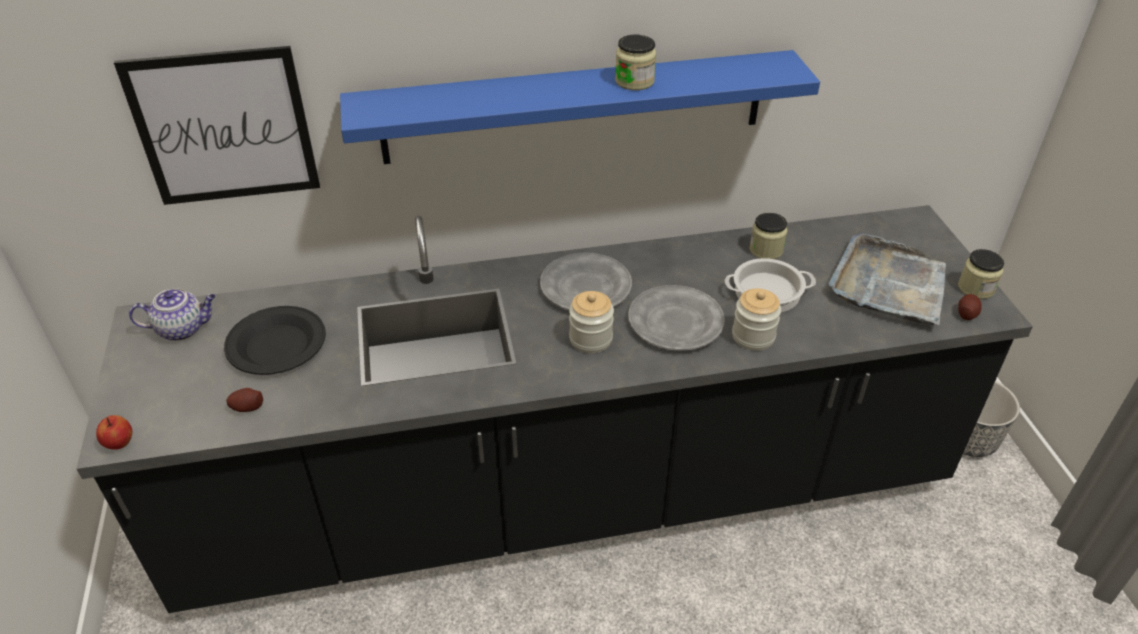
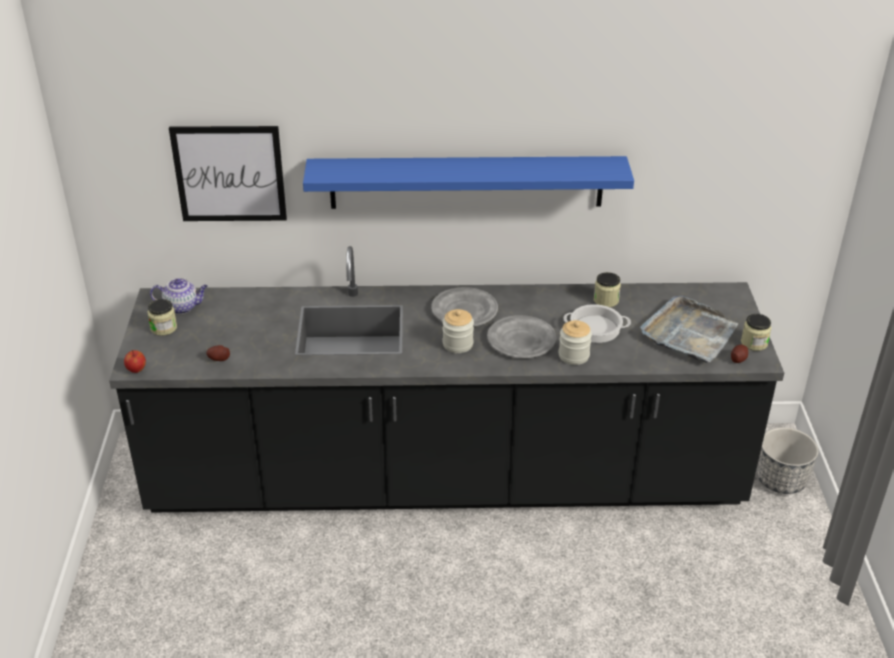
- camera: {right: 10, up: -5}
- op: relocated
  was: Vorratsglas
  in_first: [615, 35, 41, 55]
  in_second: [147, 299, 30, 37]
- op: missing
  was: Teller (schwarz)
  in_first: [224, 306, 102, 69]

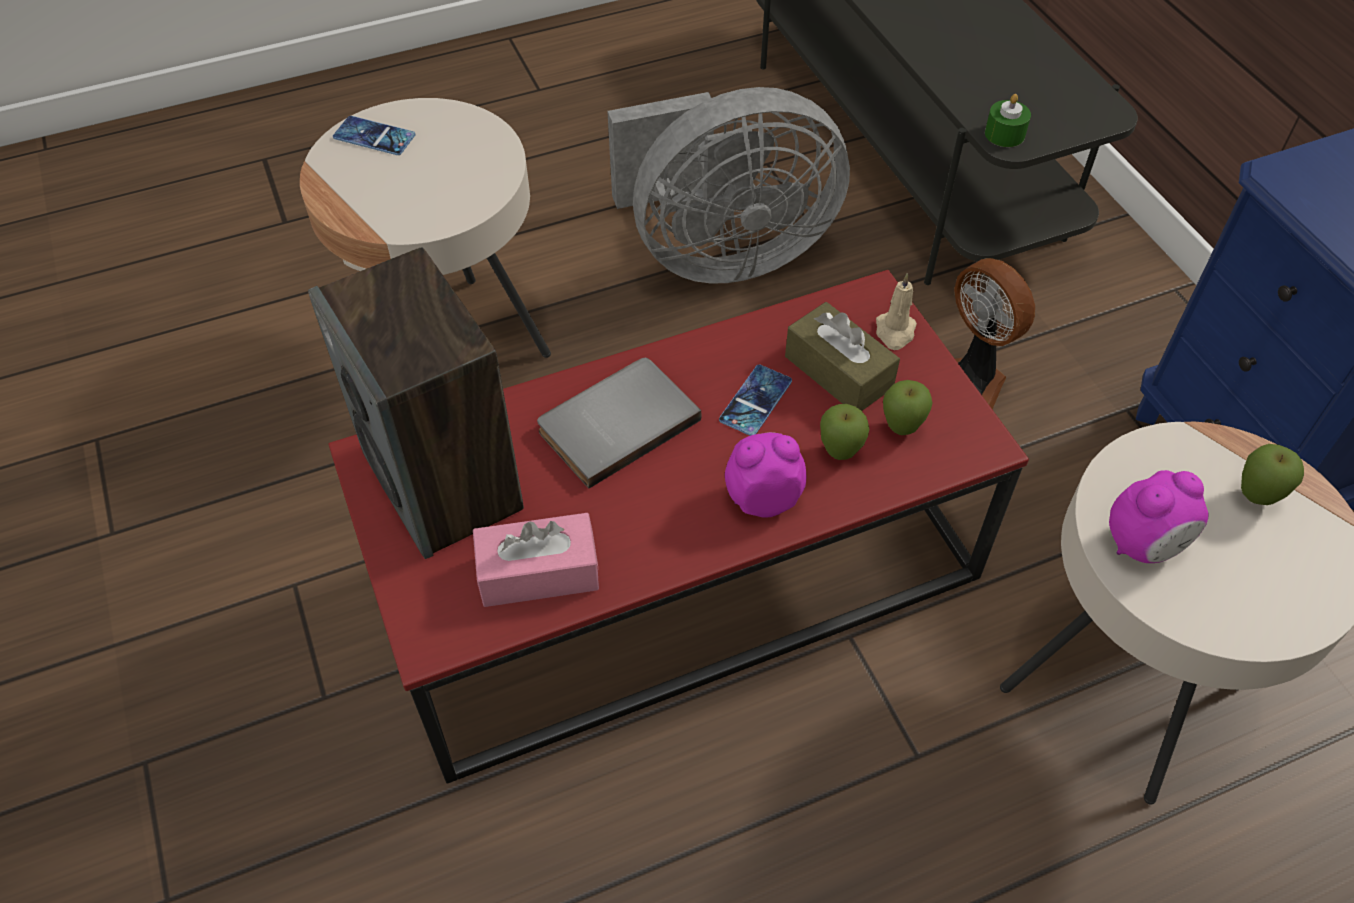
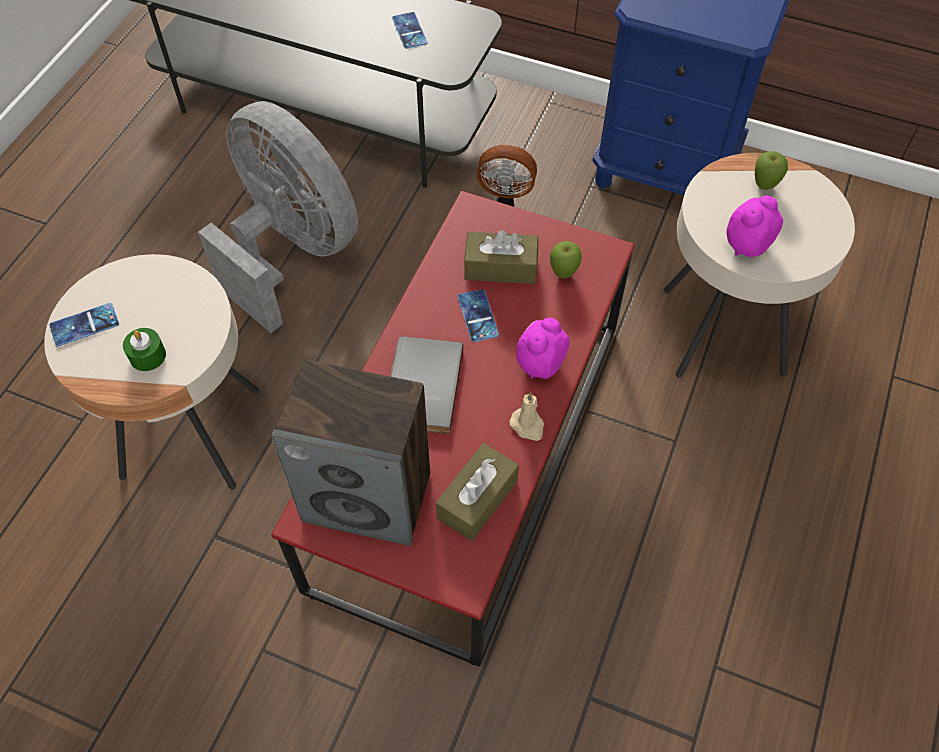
- camera: {right: -45, up: 5}
- op: spun
  was: Ventilator (grau)
  in_first: [607, 87, 243, 196]
  in_second: [198, 101, 160, 232]
  clockwise: -75
- op: relocated
  was: Kerze (grün)
  in_first: [985, 94, 46, 53]
  in_second: [123, 328, 43, 43]
- op: relocated
  was: Kerze (beige)
  in_first: [876, 273, 41, 77]
  in_second: [509, 392, 35, 49]
- op: missing
  was: Apfel
  in_first: [820, 404, 49, 56]
- op: spun
  was: Wecker
  in_first: [1109, 470, 100, 93]
  in_second: [726, 196, 57, 61]
  clockwise: -150
- op: colour
  was: Taschentuchbox (rosa)
  now: Taschentuchbox (braun)
  in_first: [473, 513, 126, 94]
  in_second: [436, 443, 83, 98]
- op: appeared
  now: Handy
  in_second: [392, 12, 35, 37]

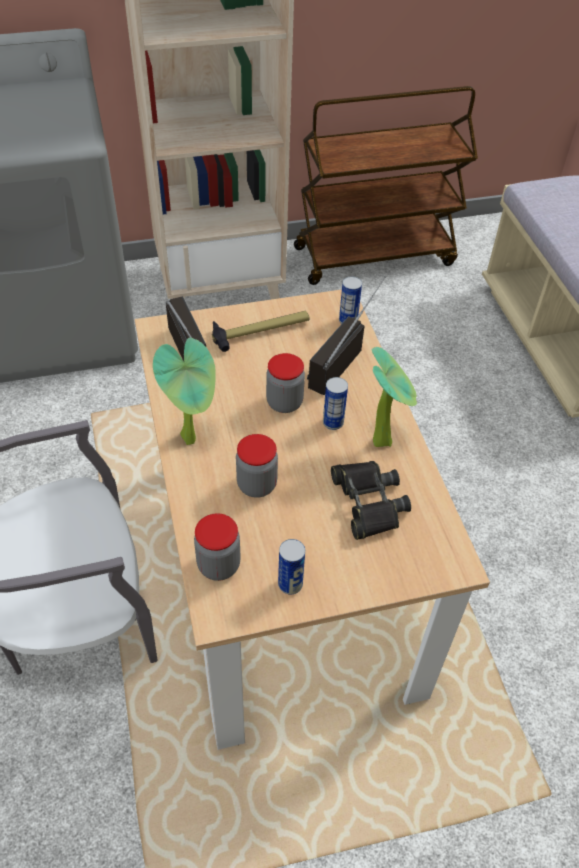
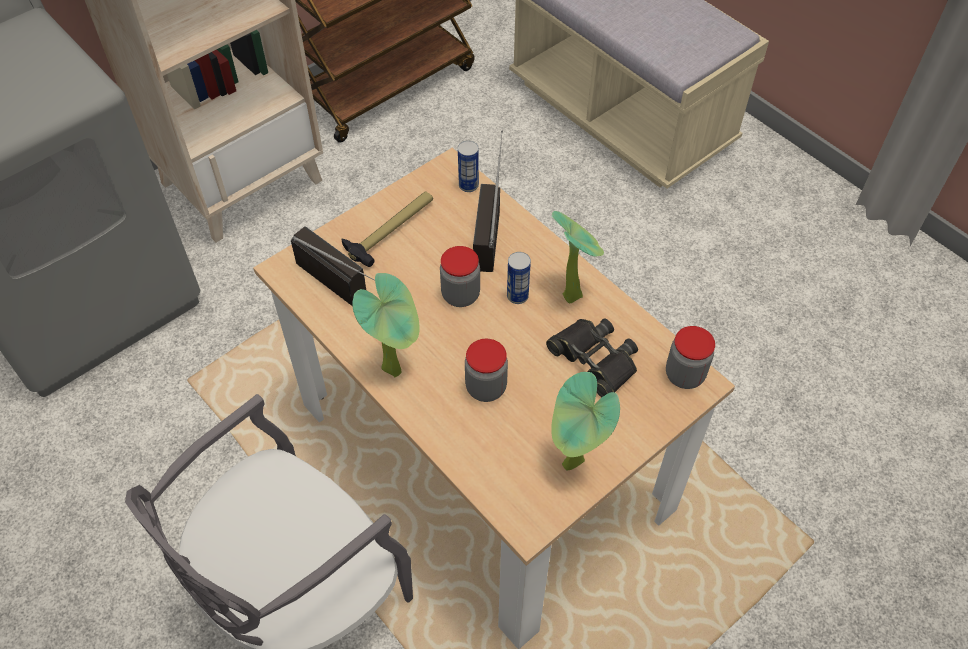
- camera: {right: -25, up: 5}
- op: relocated
  was: Vorratsglas
  in_first: [194, 513, 47, 68]
  in_second: [666, 326, 49, 63]
- op: exchanged
  was: Dose
  now: Topfpflanze
  in_first: [278, 539, 27, 56]
  in_second: [551, 372, 69, 99]

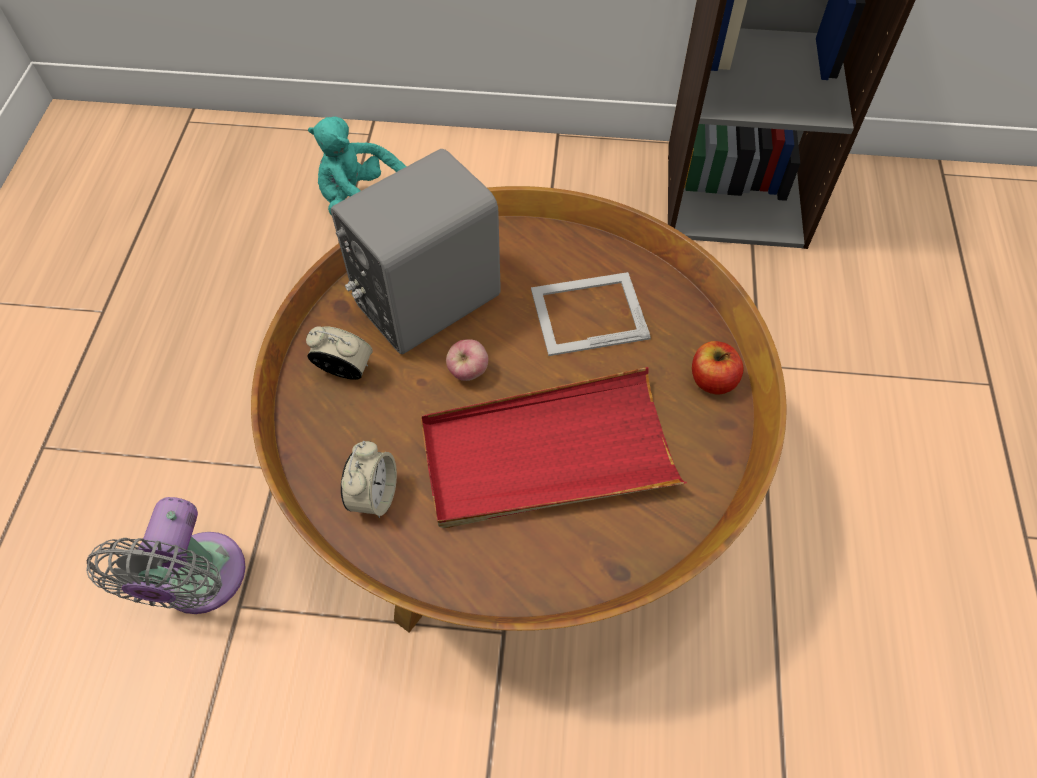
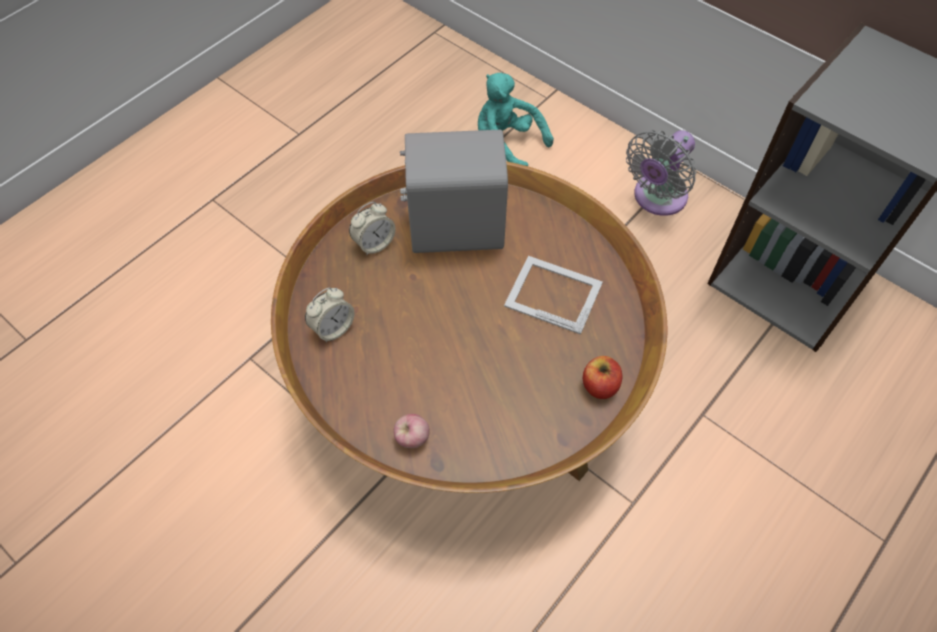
- camera: {right: 35, up: 0}
- op: spun
  was: Wecker
  in_first: [306, 326, 67, 54]
  in_second: [349, 202, 46, 54]
  clockwise: 90
- op: relocated
  was: Apfel
  in_first: [446, 339, 42, 42]
  in_second: [394, 414, 36, 34]
- op: missing
  was: Tablett (rot)
  in_first: [421, 367, 266, 161]
- op: relocated
  was: Ventilator (grau)
  in_first: [86, 497, 159, 117]
  in_second: [626, 130, 71, 86]

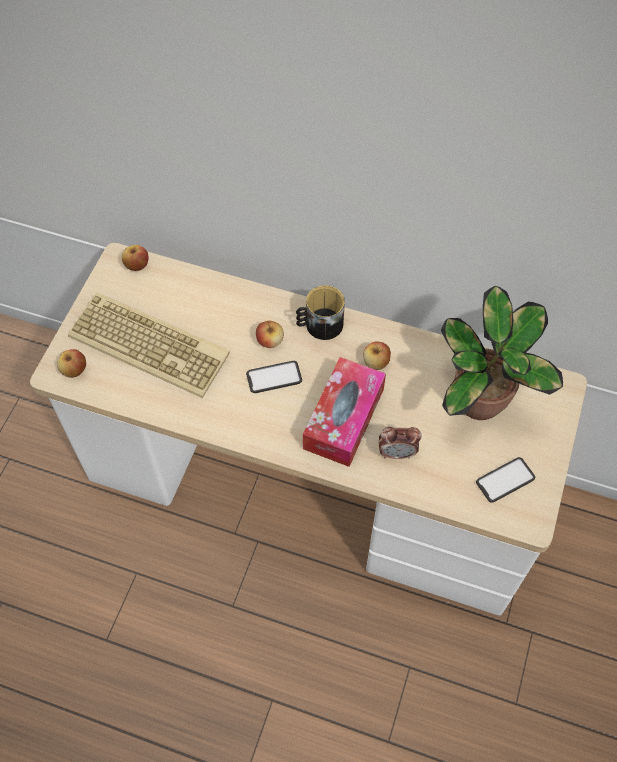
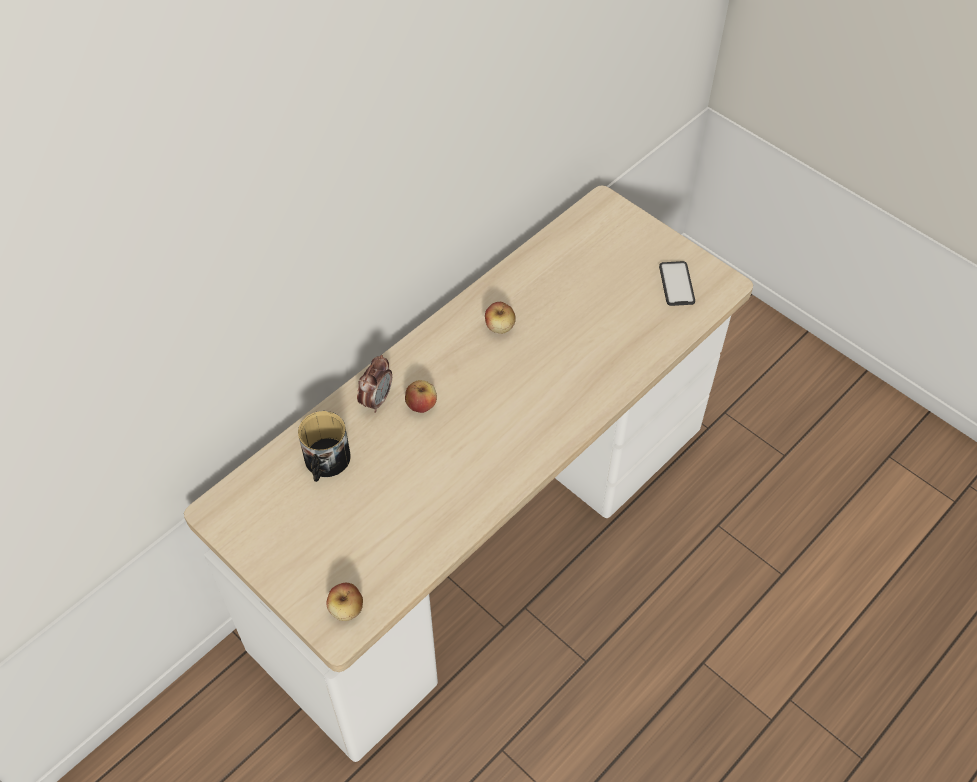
- camera: {right: -65, up: -5}
- op: missing
  was: Apfel
  in_first: [122, 245, 27, 26]
- op: relocated
  was: Henkelbecher
  in_first: [296, 285, 49, 55]
  in_second: [298, 411, 53, 71]
- op: missing
  was: Topfpflanze
  in_first: [441, 286, 122, 134]
- op: missing
  was: Tastatur
  in_first: [68, 292, 162, 106]
- op: missing
  was: Taschentuchbox
  in_first: [303, 357, 83, 110]
- op: missing
  was: Handy
  in_first: [246, 361, 56, 32]
- op: relocated
  was: Wecker
  in_first: [379, 427, 43, 32]
  in_second: [357, 355, 35, 58]

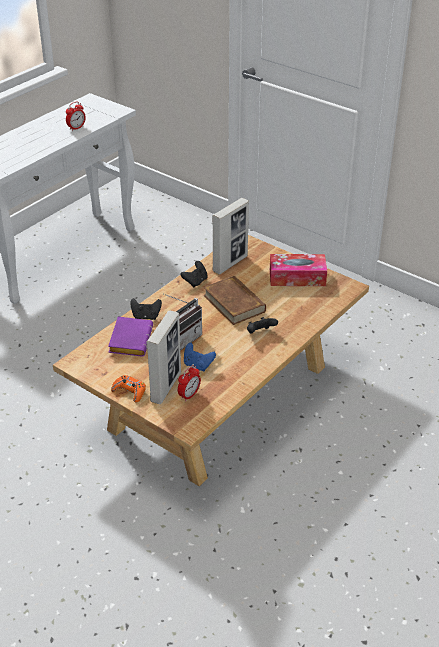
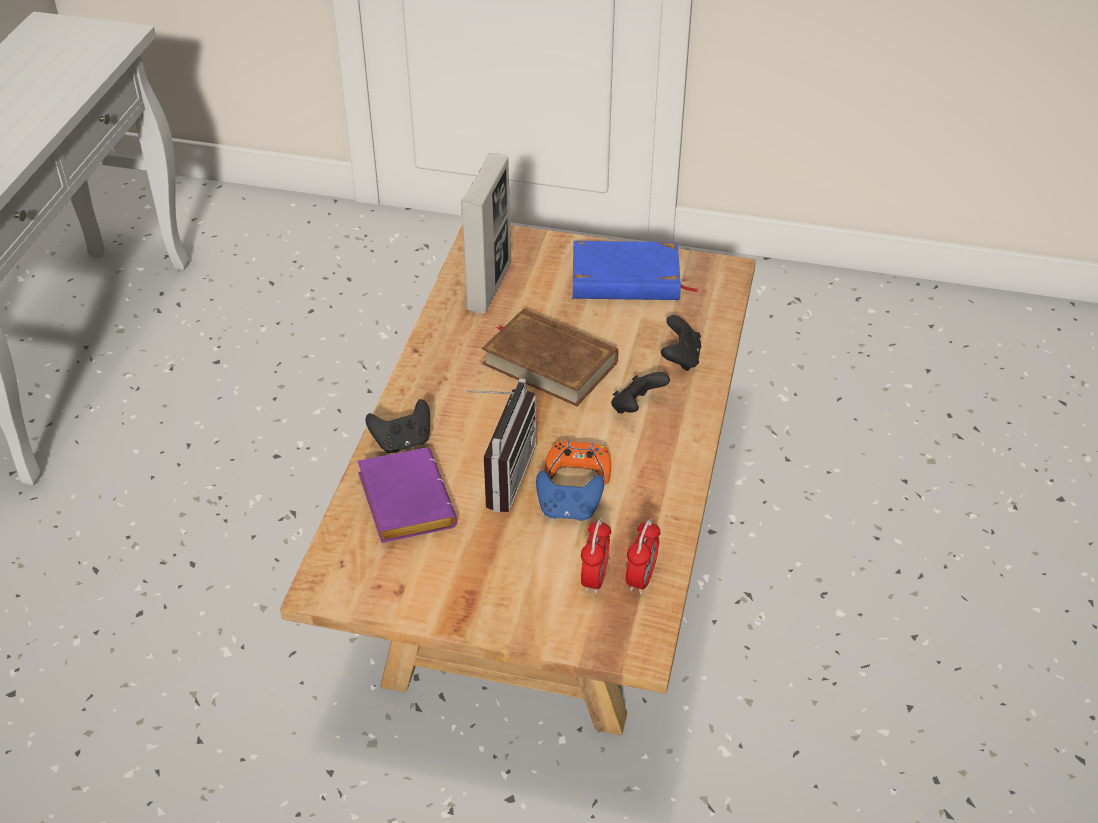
- camera: {right: -25, up: 5}
- op: relocated
  was: Wecker
  in_first: [66, 101, 20, 30]
  in_second: [626, 519, 35, 75]
- op: exchanged
  was: Taschentuchbox
  now: Buch (blau)
  in_first: [270, 254, 57, 32]
  in_second: [573, 241, 125, 59]
- op: relocated
  was: Gamepad (schwarz)
  in_first: [180, 261, 28, 26]
  in_second: [661, 315, 40, 56]
- op: missing
  was: Bilderrahmen
  in_first: [146, 310, 35, 94]
- op: relocated
  was: Gamepad (orange)
  in_first: [111, 375, 35, 27]
  in_second: [545, 441, 66, 43]

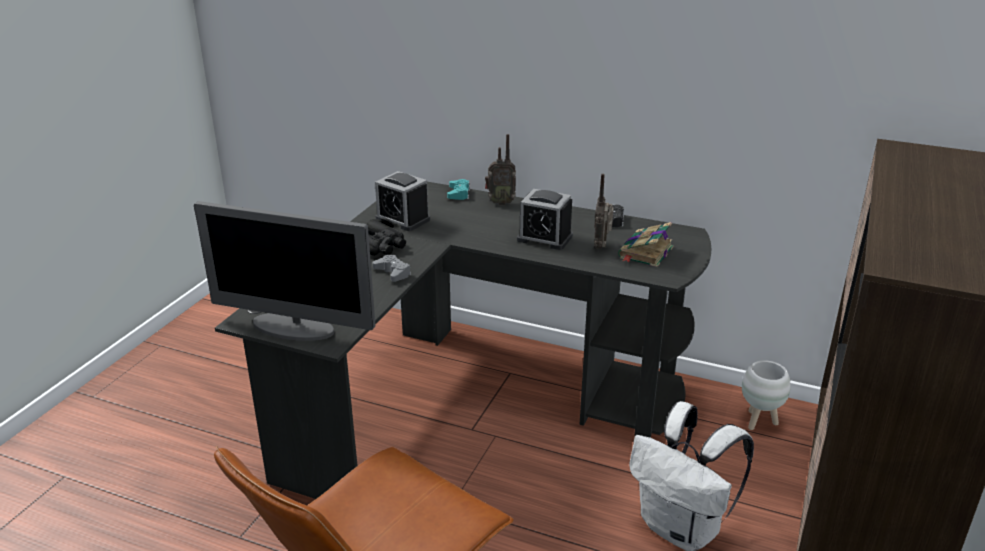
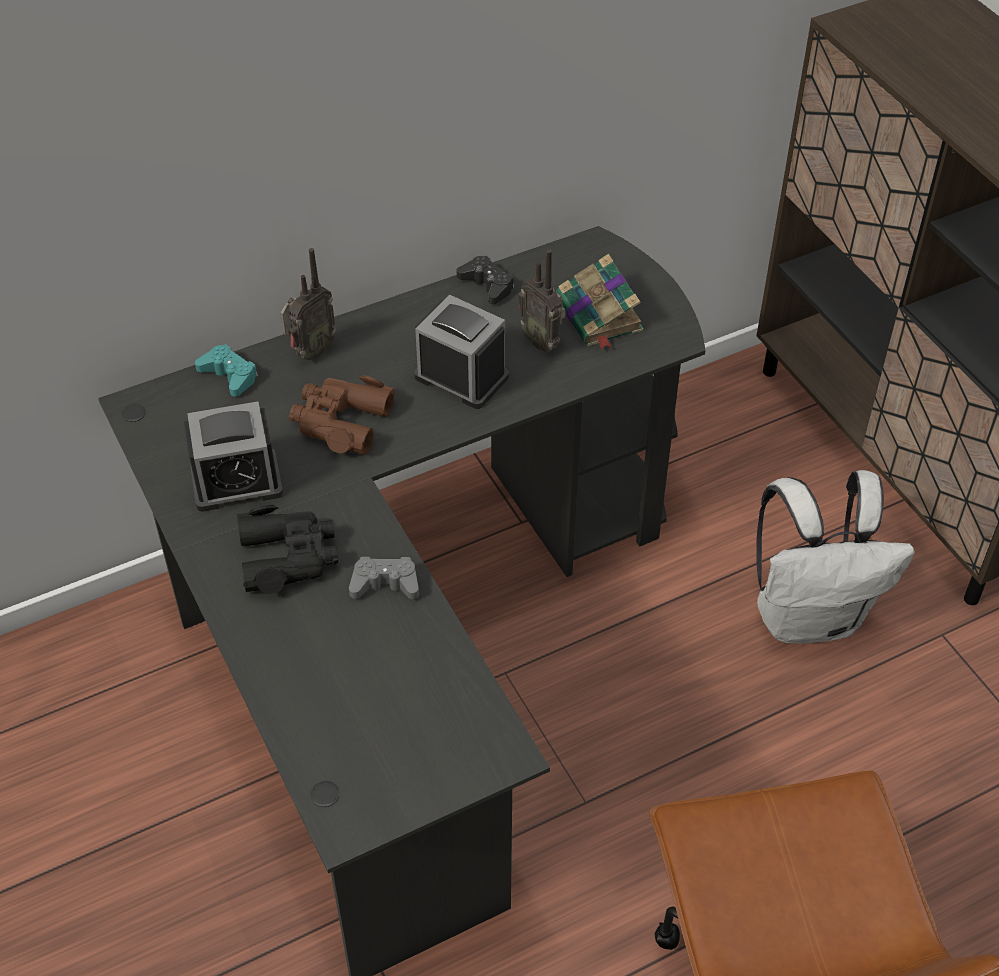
- camera: {right: -50, up: 20}
- op: spun
  was: Wecker
  in_first: [517, 189, 56, 61]
  in_second: [414, 295, 95, 114]
  clockwise: -120
- op: missing
  was: Monitor
  in_first: [194, 201, 182, 140]
- op: missing
  was: Pflanzkübel (weiß)
  in_first: [742, 360, 49, 70]
- op: appeared
  now: Fernglas (braun)
  in_second: [289, 375, 106, 80]

